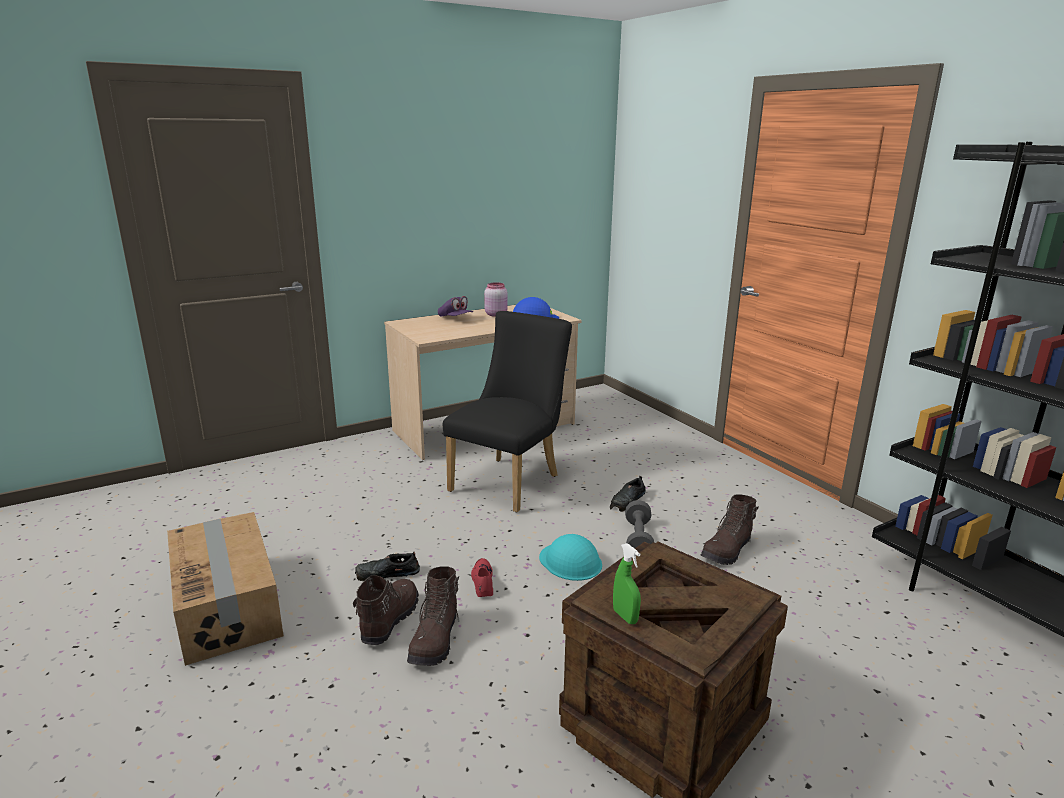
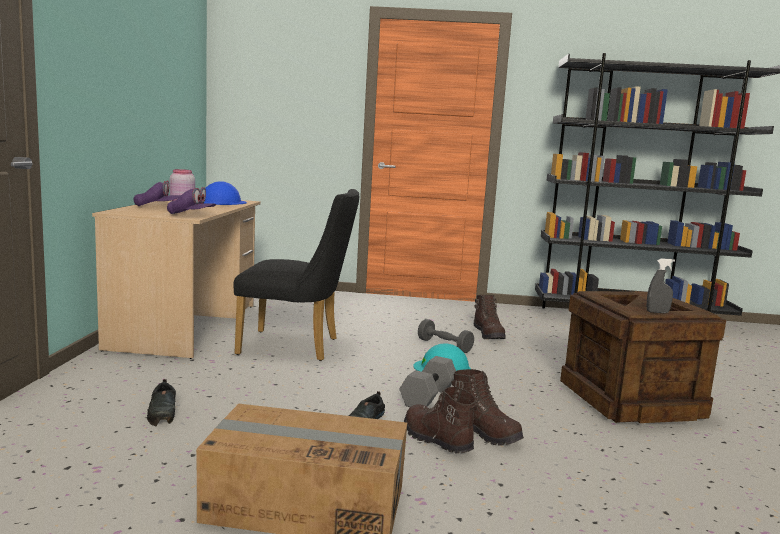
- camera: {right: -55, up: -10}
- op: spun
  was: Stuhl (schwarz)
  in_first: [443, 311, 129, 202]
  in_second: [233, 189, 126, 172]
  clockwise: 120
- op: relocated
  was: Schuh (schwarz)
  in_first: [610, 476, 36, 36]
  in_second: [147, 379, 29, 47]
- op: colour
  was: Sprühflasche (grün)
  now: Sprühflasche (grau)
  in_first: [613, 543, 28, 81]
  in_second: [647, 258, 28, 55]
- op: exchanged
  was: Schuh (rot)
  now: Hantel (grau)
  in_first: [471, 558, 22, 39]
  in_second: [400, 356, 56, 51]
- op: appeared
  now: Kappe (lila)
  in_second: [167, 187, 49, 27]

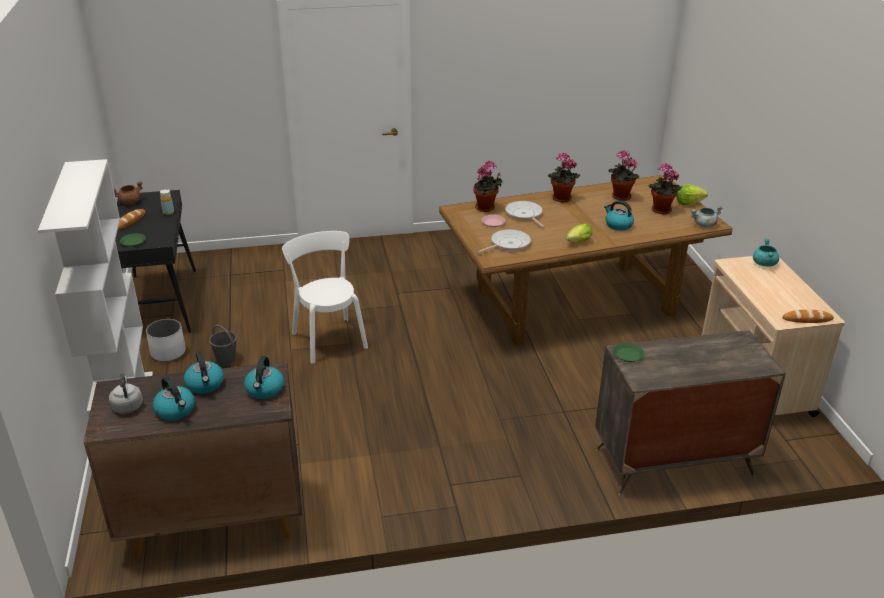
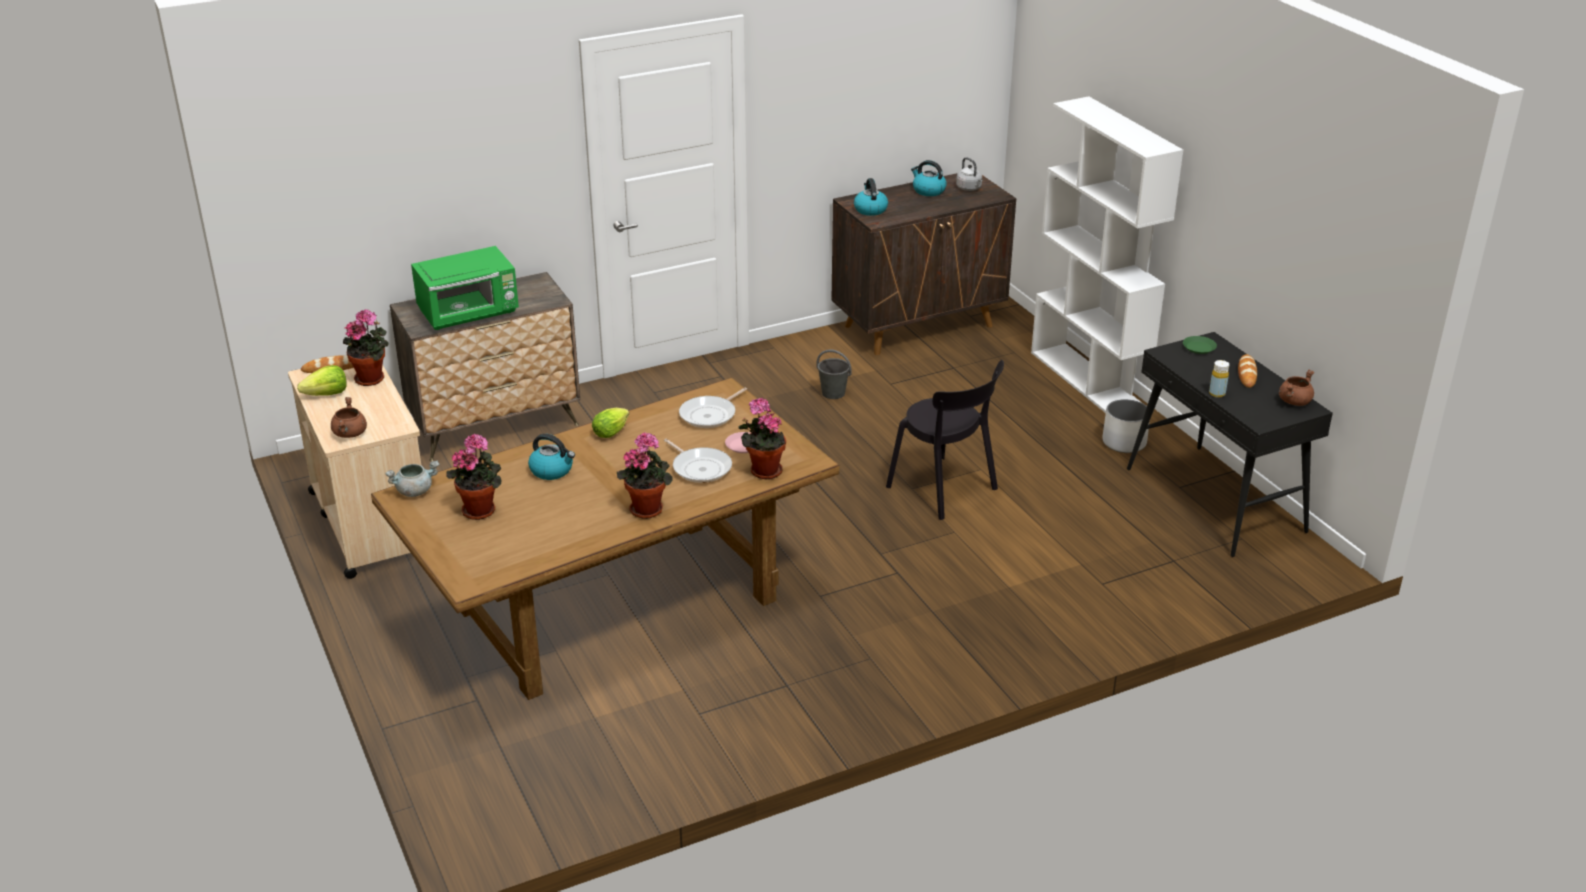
- camera: {right: 165, up: 0}
- op: relocated
  was: Topfpflanze
  in_first: [608, 150, 31, 51]
  in_second: [343, 309, 46, 77]
- op: relocated
  was: Salatkopf
  in_first: [676, 184, 32, 21]
  in_second: [297, 365, 50, 31]
- op: colour
  was: Stuhl (weiß)
  now: Stuhl (schwarz)
  in_first: [282, 231, 86, 133]
  in_second: [886, 360, 118, 160]
- op: colour
  was: Kochtopf (türkis)
  now: Kochtopf (braun)
  in_first: [753, 238, 26, 29]
  in_second: [331, 397, 36, 41]
- op: relocated
  was: Eimer (grau)
  in_first: [209, 325, 28, 40]
  in_second: [816, 350, 36, 49]
- op: missing
  was: Teller (grün)
  in_first: [613, 343, 31, 19]
- op: missing
  was: Wasserkessel
  in_first: [184, 351, 40, 43]
- op: appeared
  now: Mikrowelle (grün)
  in_second: [411, 246, 108, 84]

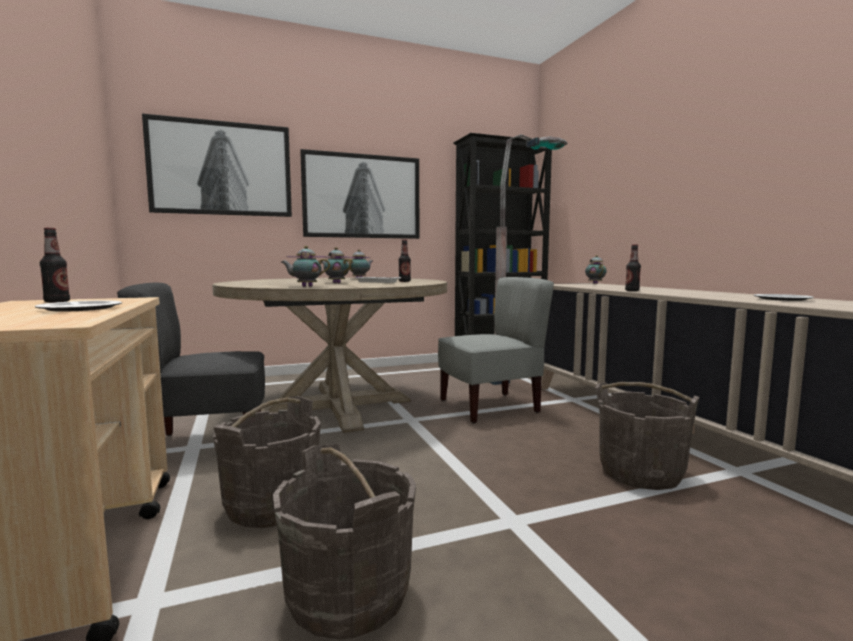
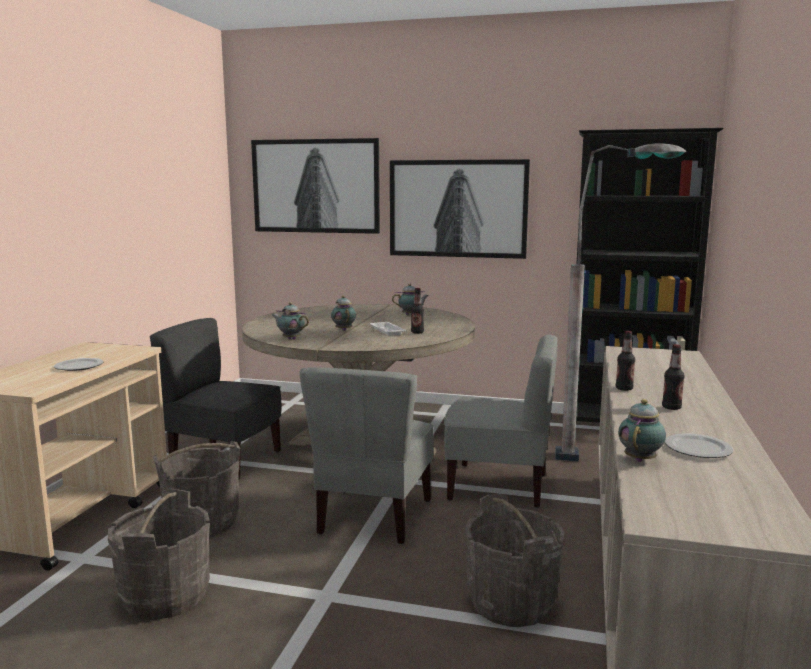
- camera: {right: 35, up: 5}
- op: relocated
  was: Flasche
  in_first: [40, 228, 30, 75]
  in_second: [662, 344, 23, 66]
- op: relocated
  was: Teekanne
  in_first: [585, 255, 22, 29]
  in_second: [618, 399, 48, 63]
- op: appeared
  now: Stuhl (grau)
  in_second: [299, 367, 135, 177]

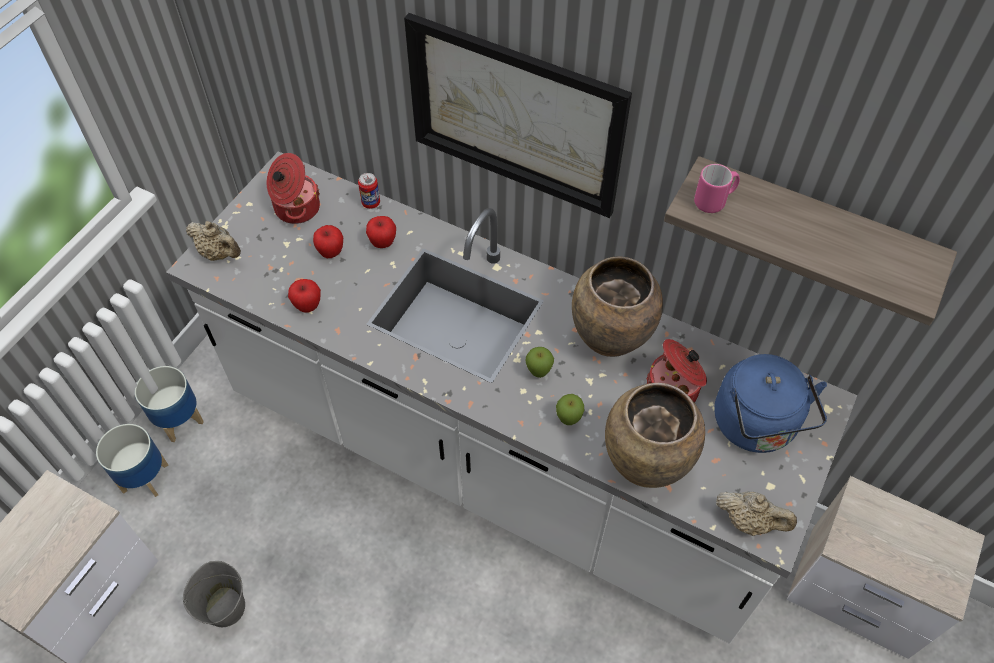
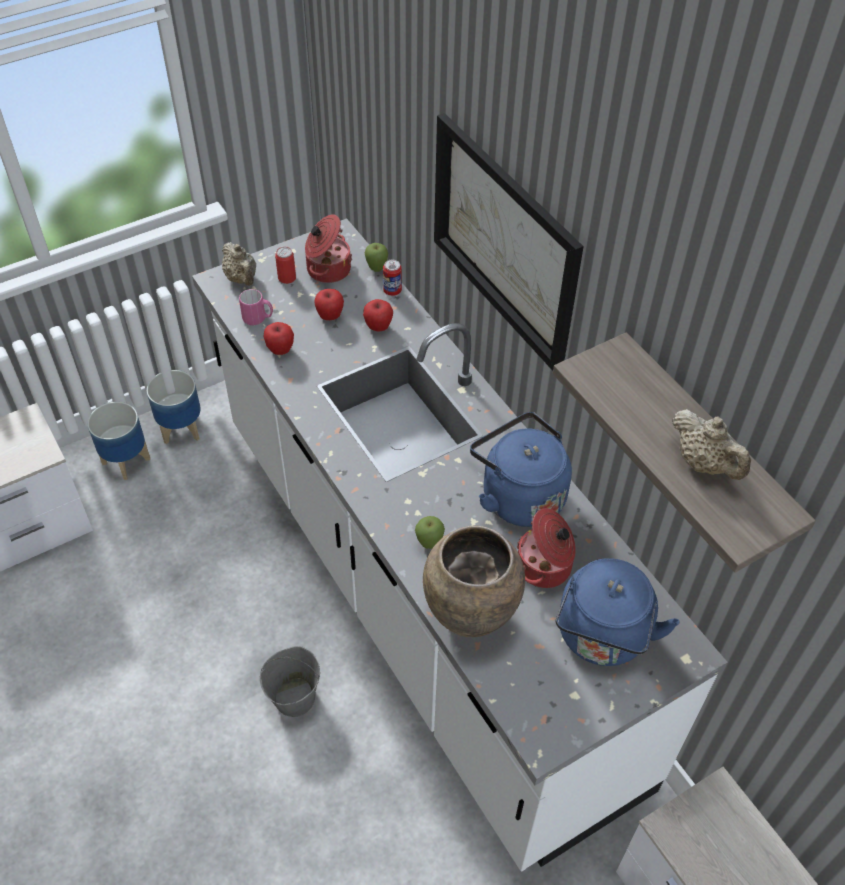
- camera: {right: 30, up: -5}
- op: relocated
  was: Henkelbecher (rosa)
  in_first: [694, 164, 46, 49]
  in_second: [239, 289, 34, 36]
- op: exchanged
  was: Vase (braun)
  now: Wasserkessel (blau)
  in_first: [572, 256, 91, 101]
  in_second: [470, 412, 102, 115]
- op: relocated
  was: Apfel
  in_first: [525, 347, 29, 31]
  in_second: [365, 243, 23, 29]
- op: relocated
  was: Teekanne (beige)
  in_first: [716, 491, 81, 45]
  in_second: [672, 409, 79, 71]
- op: relocated
  was: Eimer (grau)
  in_first: [183, 561, 62, 66]
  in_second: [260, 646, 60, 71]
- op: appeared
  now: Dose
  in_second: [275, 246, 21, 38]

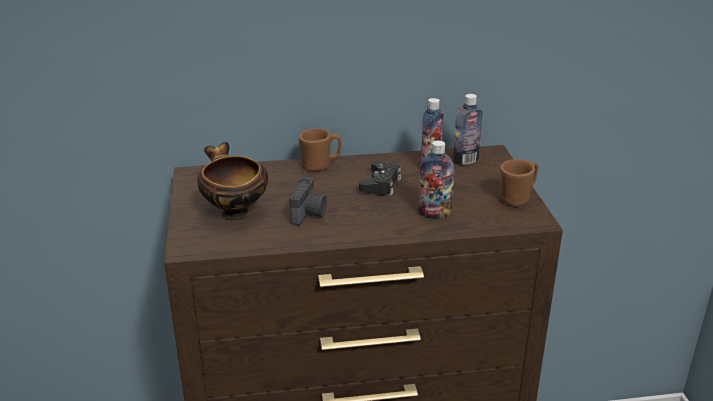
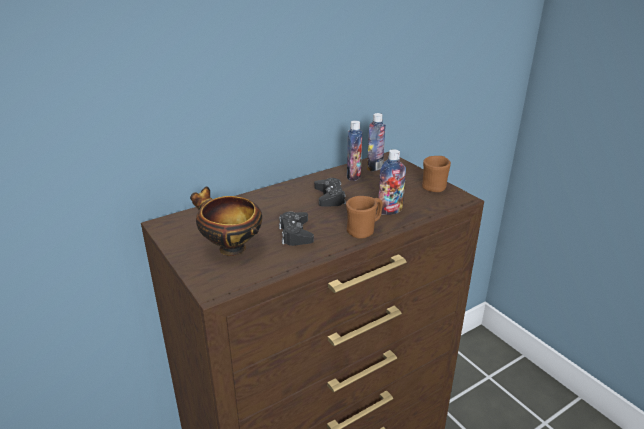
- camera: {right: -25, up: 0}
- op: relocated
  was: Henkelbecher (braun)
  in_first: [299, 128, 43, 43]
  in_second: [346, 196, 37, 43]
- op: exchanged
  was: Kamera
  now: Gamepad (schwarz)
  in_first: [289, 177, 38, 48]
  in_second: [279, 212, 35, 34]

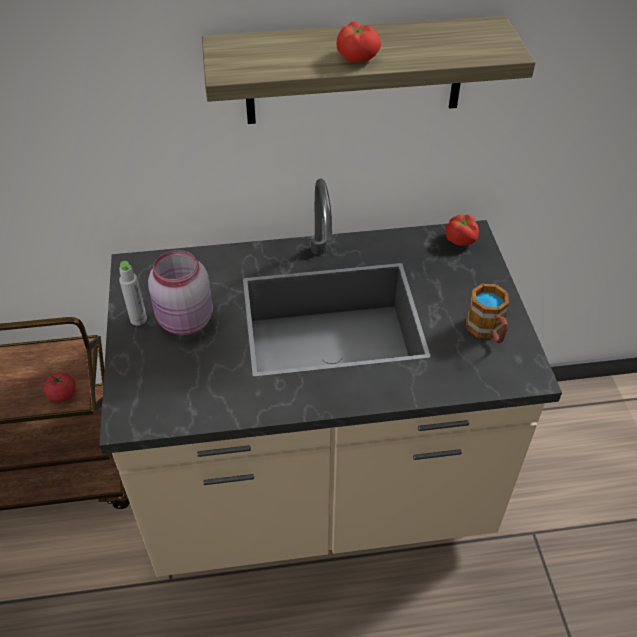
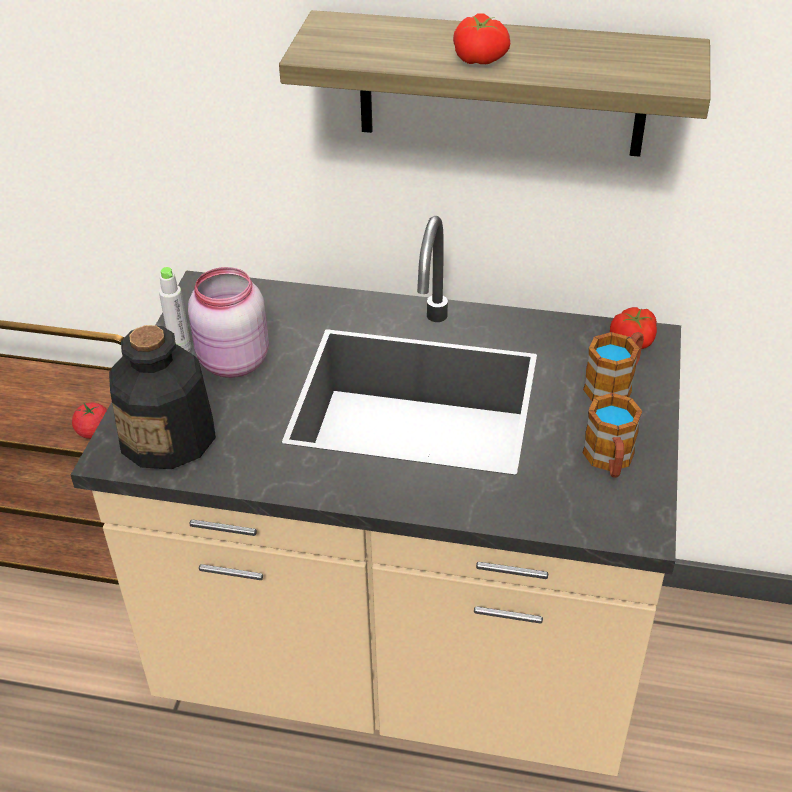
- camera: {right: 20, up: -5}
- op: appeared
  now: Flasche
  in_second: [109, 325, 107, 144]
- op: appeared
  now: Henkelbecher
  in_second: [583, 332, 61, 70]

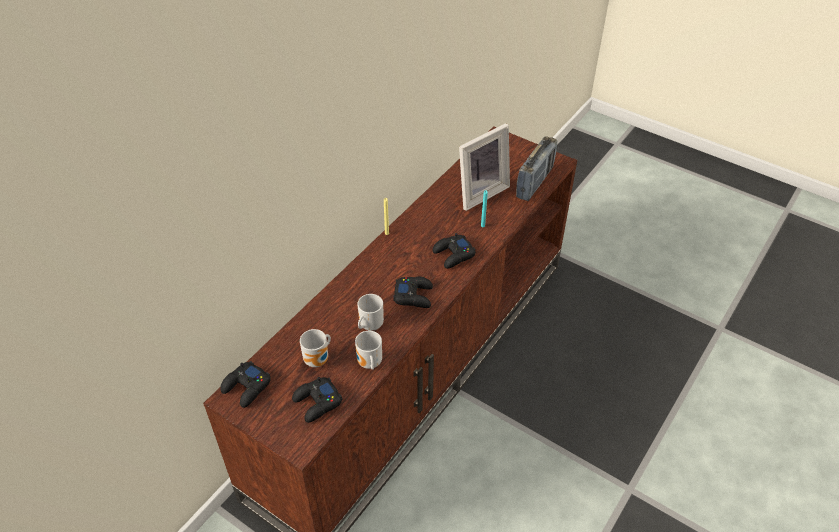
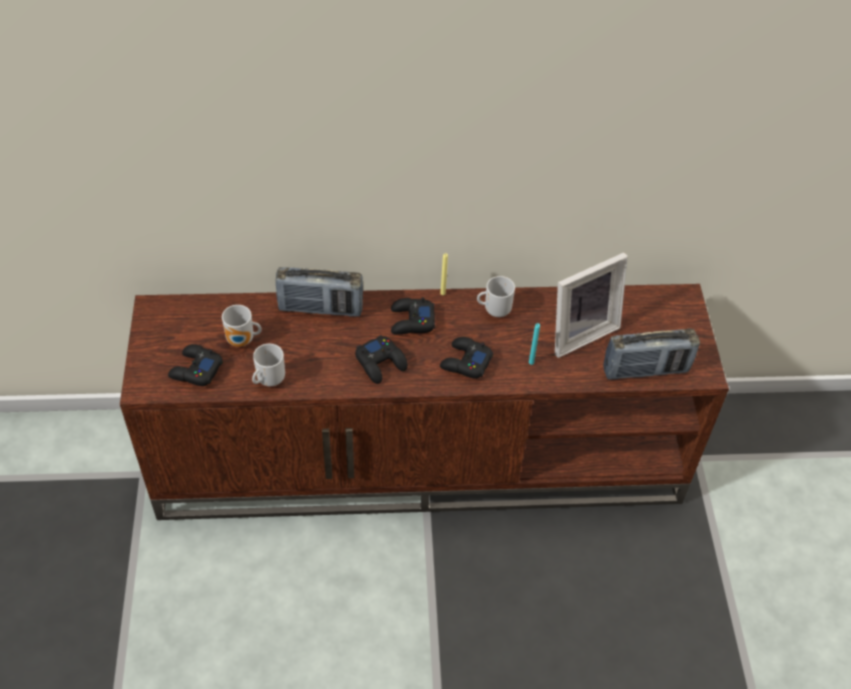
- camera: {right: 50, up: 5}
- op: spun
  was: Bilderrahmen
  in_first: [459, 123, 51, 88]
  in_second: [555, 253, 73, 105]
  clockwise: -45
- op: relocated
  was: Henkelbecher
  in_first: [357, 294, 27, 37]
  in_second: [477, 276, 38, 41]
- op: relocated
  was: Gamepad (schwarz)
  in_first: [220, 361, 51, 47]
  in_second: [391, 297, 44, 38]
- op: appeared
  now: Radio
  in_second: [276, 267, 87, 50]

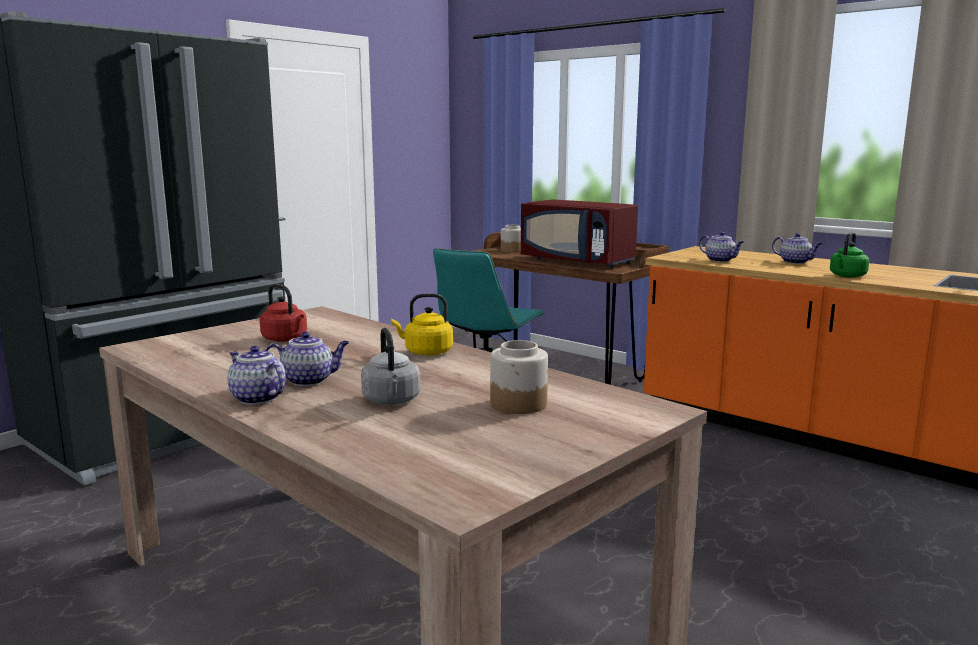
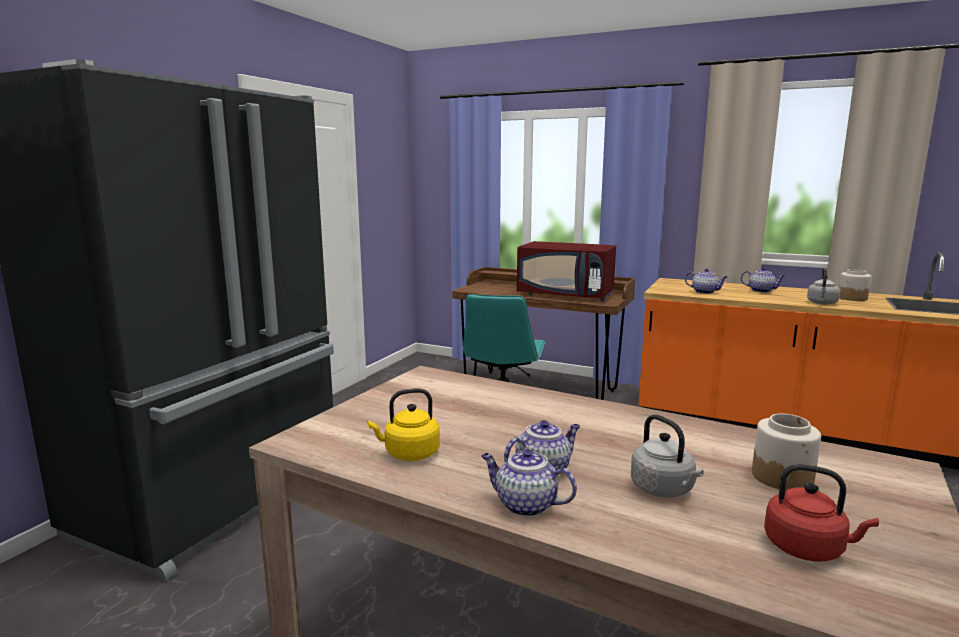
- camera: {right: -15, up: 0}
- op: relocated
  was: Vorratsglas
  in_first: [501, 225, 20, 28]
  in_second: [839, 269, 32, 32]
- op: colour
  was: Wasserkessel (grün)
  now: Wasserkessel (grau)
  in_first: [830, 232, 39, 46]
  in_second: [807, 268, 33, 37]
- op: relocated
  was: Wasserkessel (rot)
  in_first: [260, 284, 47, 58]
  in_second: [764, 464, 115, 98]
- op: relocated
  was: Wasserkessel (gelb)
  in_first: [392, 293, 61, 63]
  in_second: [368, 388, 72, 73]

